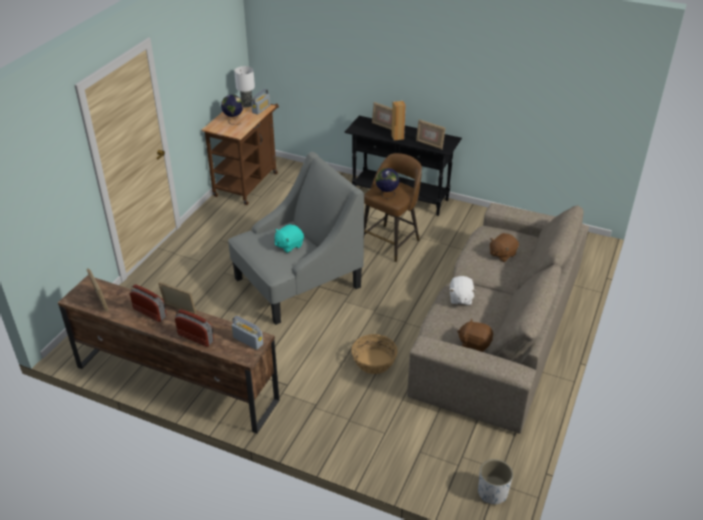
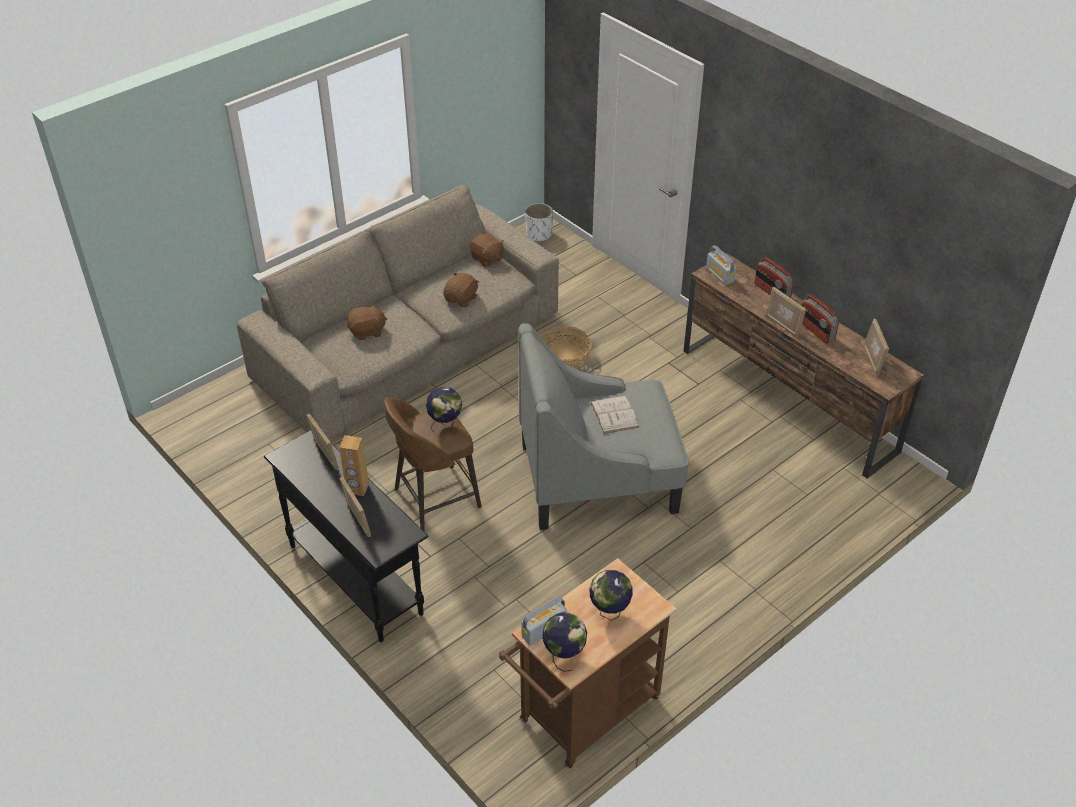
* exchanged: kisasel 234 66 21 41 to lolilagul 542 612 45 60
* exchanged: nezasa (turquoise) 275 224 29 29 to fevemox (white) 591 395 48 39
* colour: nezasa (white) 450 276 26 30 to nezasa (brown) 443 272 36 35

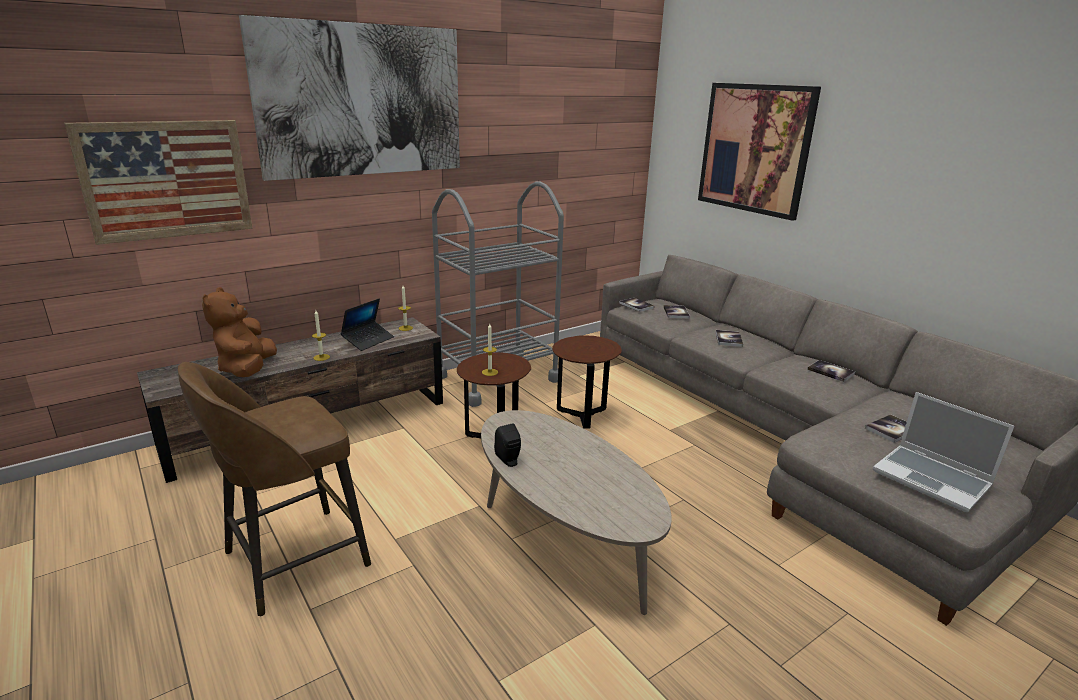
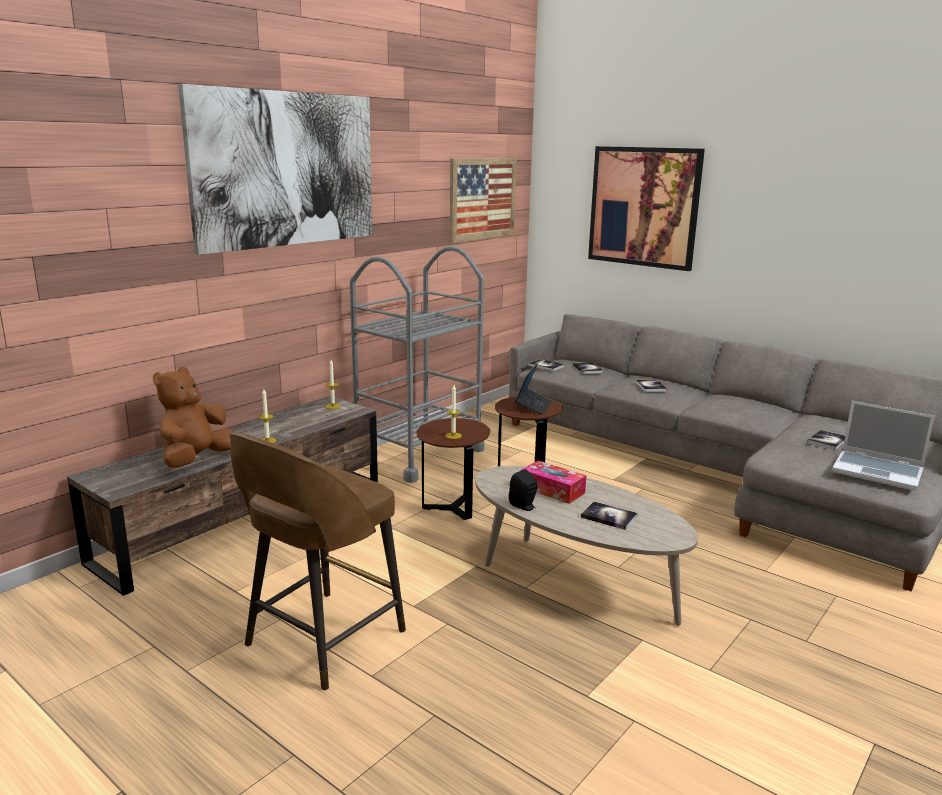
* relocated: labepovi 64 120 189 125 to 450 158 67 85
* spun: nezasa (brown) 202 287 75 90 = 153 367 80 101 45 degrees clockwise
* relocated: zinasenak 340 298 54 53 to 515 364 37 51
* relocated: fevemox 807 360 48 22 to 581 501 57 29
* appeared: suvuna 521 460 65 44

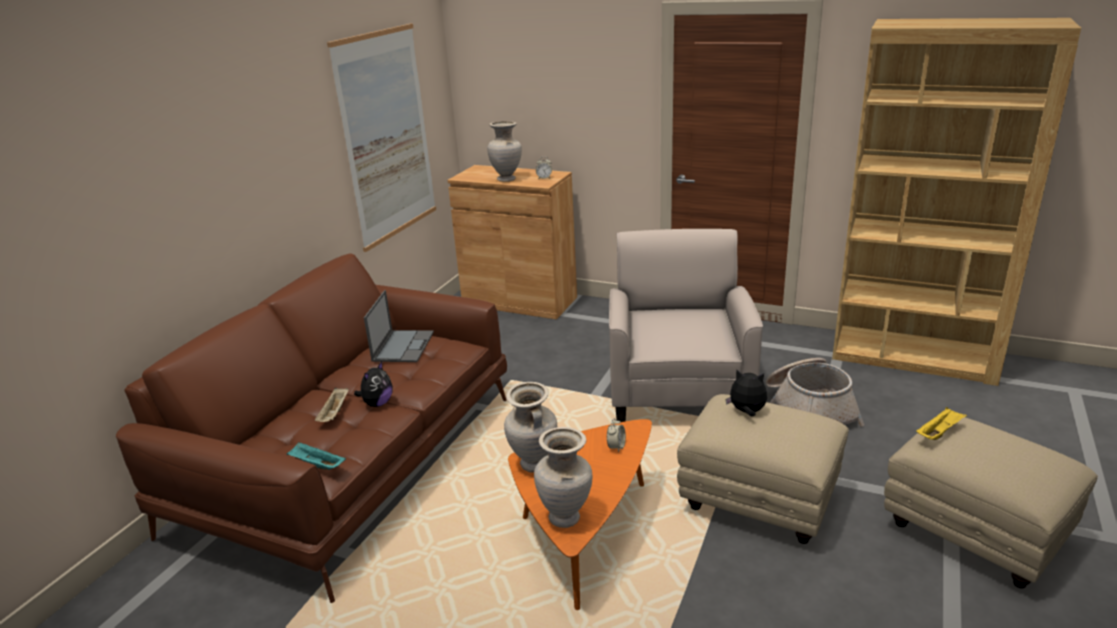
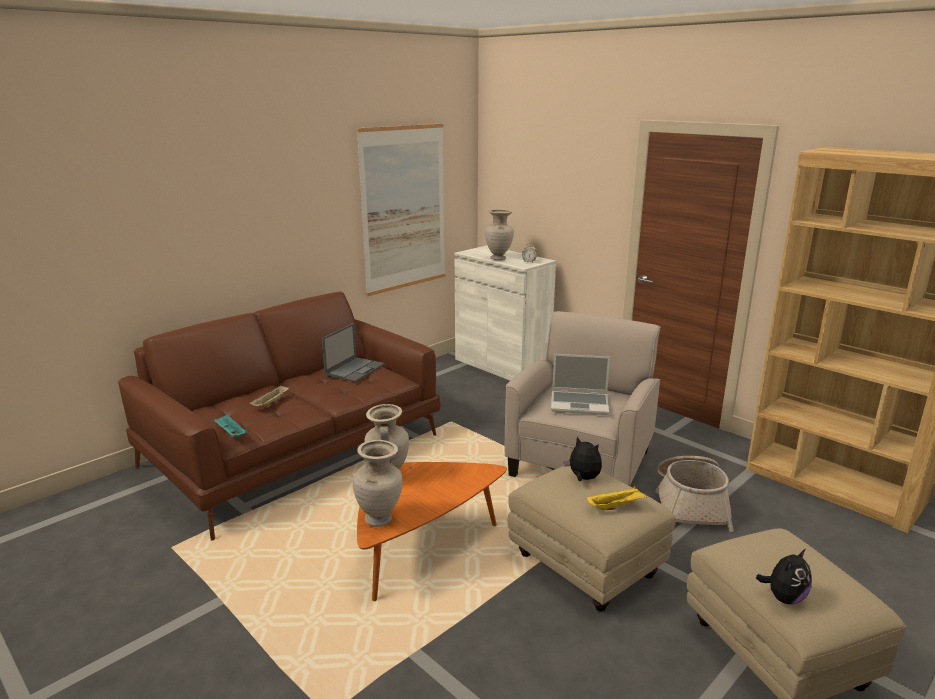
* colour: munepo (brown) 448 165 129 155 to munepo (white) 455 246 101 135
* relocated: nezasa 354 361 39 46 to 756 549 56 56
* relocated: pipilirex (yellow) 916 407 51 33 to 586 486 61 24
* missing: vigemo 607 418 19 34
* appeared: zinasenak 551 354 59 61

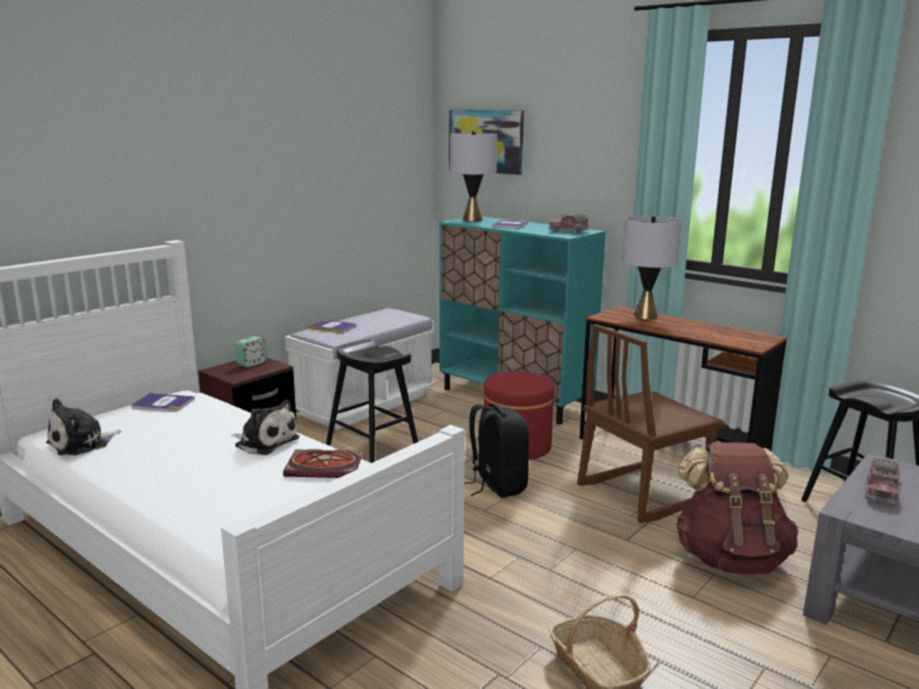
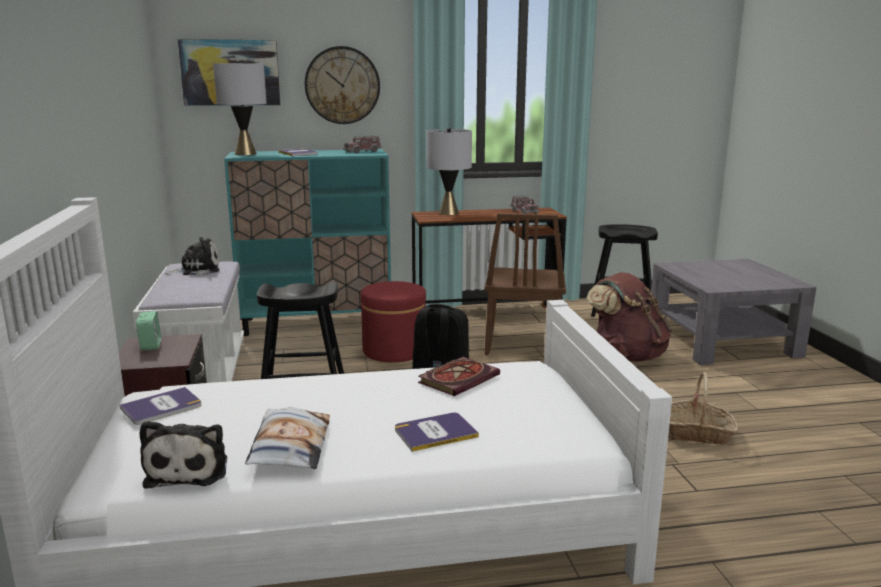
* relocated: fevemox 308 319 49 14 to 395 413 84 39
* relocated: nezasa 231 400 69 55 to 165 237 54 38
* relocated: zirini 865 458 37 47 to 510 195 30 19
* appeared: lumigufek 305 46 75 78
* appeared: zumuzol 245 407 85 62

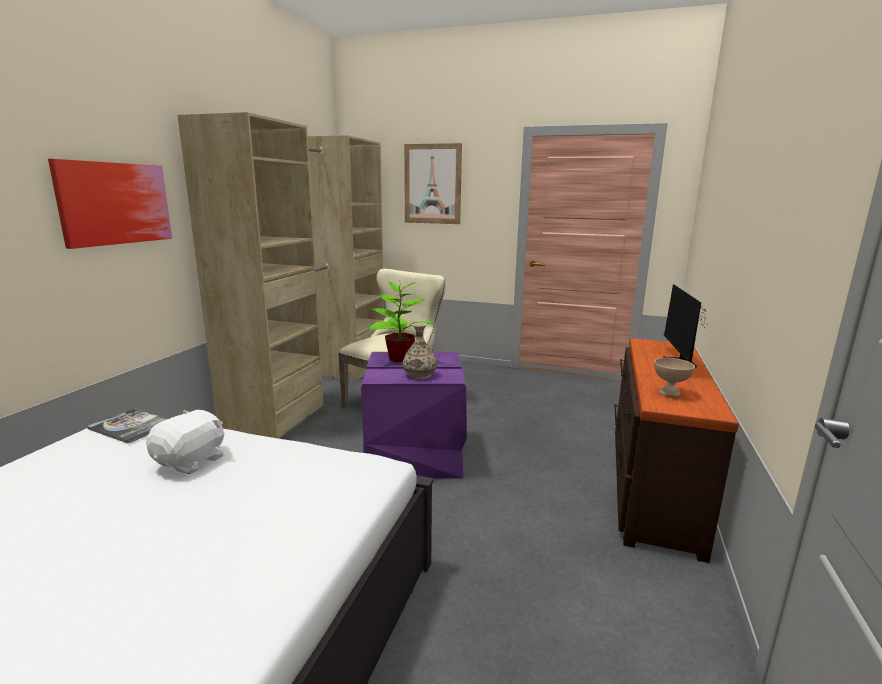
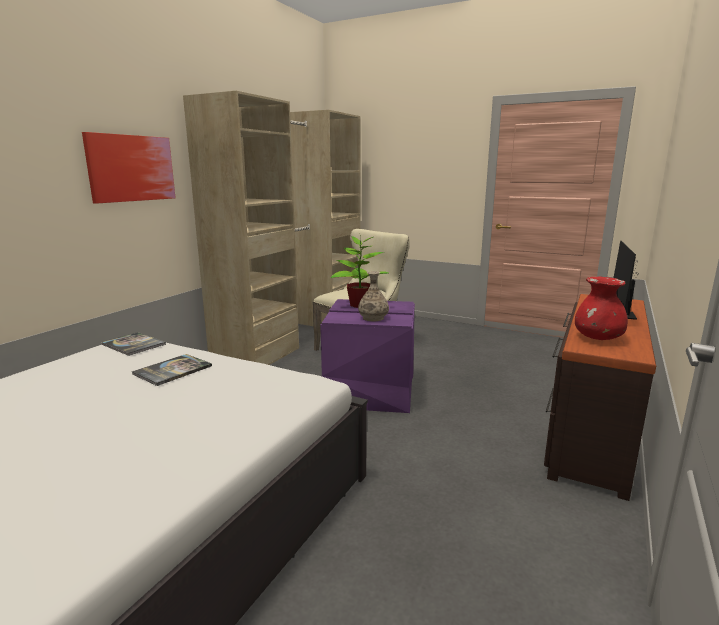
* missing: labepovi 404 143 58 81
* exchanged: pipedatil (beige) 654 358 41 39 to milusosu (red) 575 276 53 64
* exchanged: nezasa (white) 146 410 78 64 to fevemox 132 354 80 32

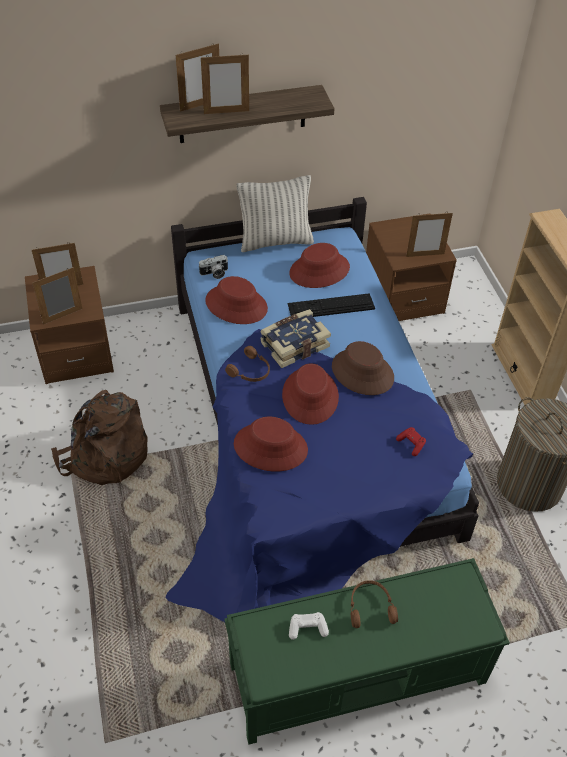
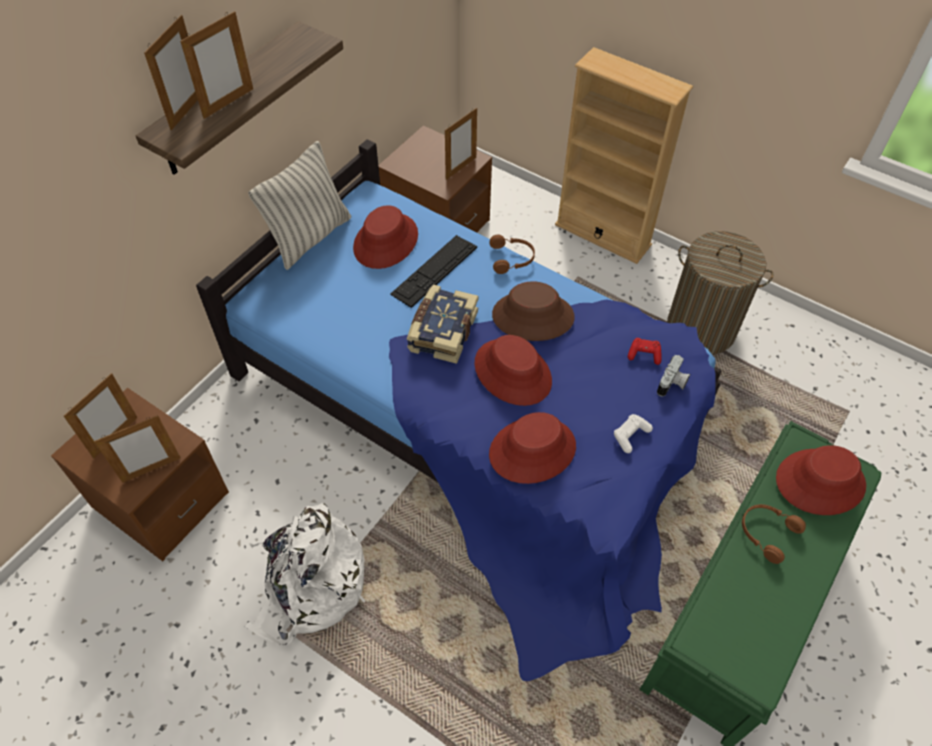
* relocated: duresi 198 255 31 24 to 657 355 33 42
* spun: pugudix 32 267 50 57 = 94 415 87 68 135 degrees counterclockwise
* relocated: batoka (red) 205 276 63 48 to 776 445 90 70
* relocated: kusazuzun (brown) 225 346 45 36 to 489 234 46 40
* colour: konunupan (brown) 51 390 97 95 to konunupan (white) 244 503 121 143
* relocated: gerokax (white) 289 612 40 28 to 614 414 39 39

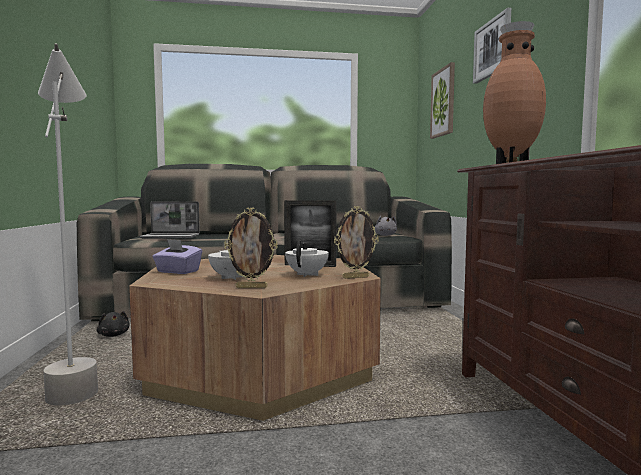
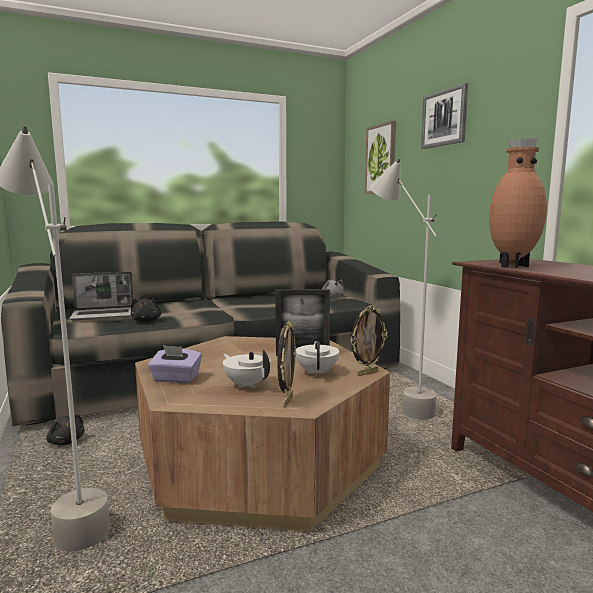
* spun: pugudix 224 207 54 81 = 277 322 19 85 60 degrees counterclockwise
* appeared: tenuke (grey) 370 158 67 262
* appeared: nezasa (black) 131 298 31 24

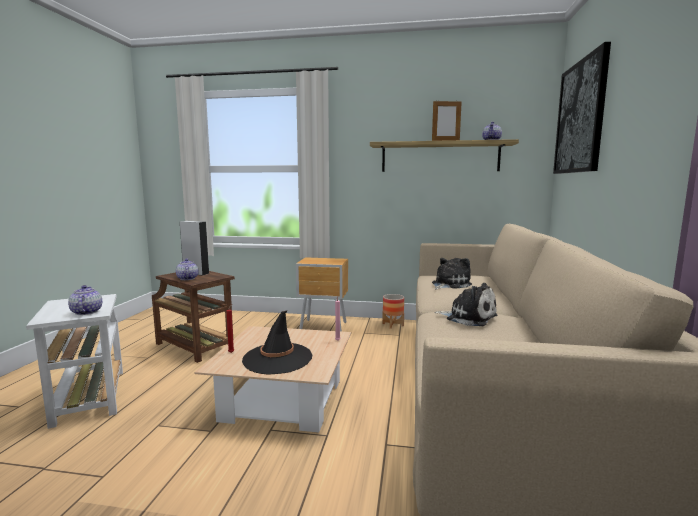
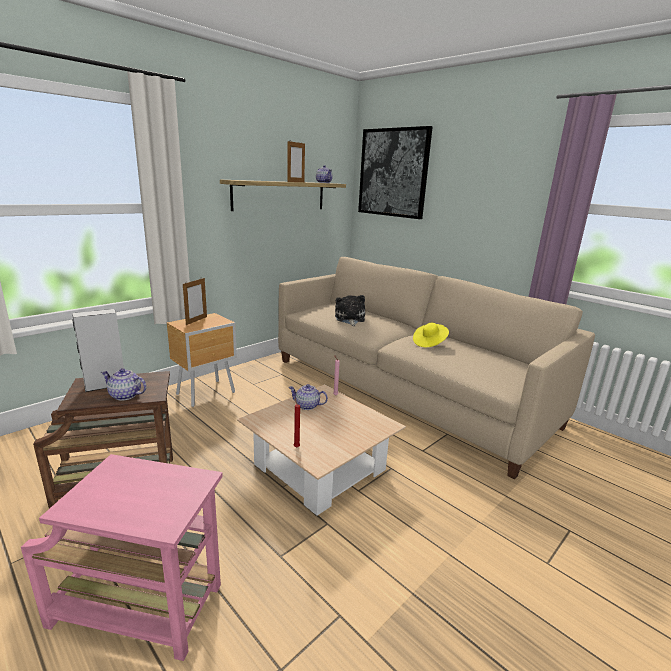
* exchanged: nezasa 434 283 63 43 to batoka (yellow) 413 323 36 24
* relocated: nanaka 68 285 34 30 to 288 384 40 26
* colour: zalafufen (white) 26 294 97 135 to zalafufen (pink) 21 454 202 207
* missing: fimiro 382 294 22 35
* missing: batoka (black) 242 310 70 65
* appeared: pugudix 183 278 24 47

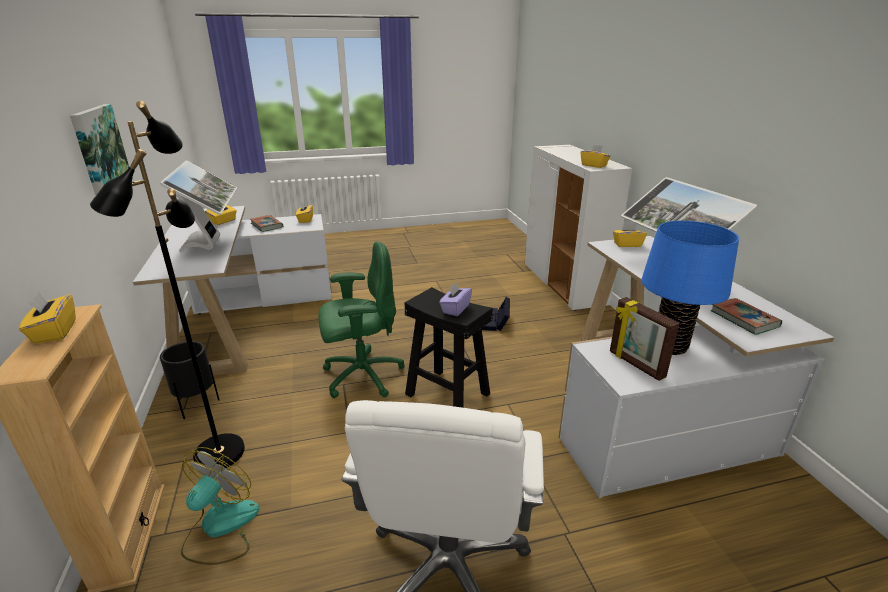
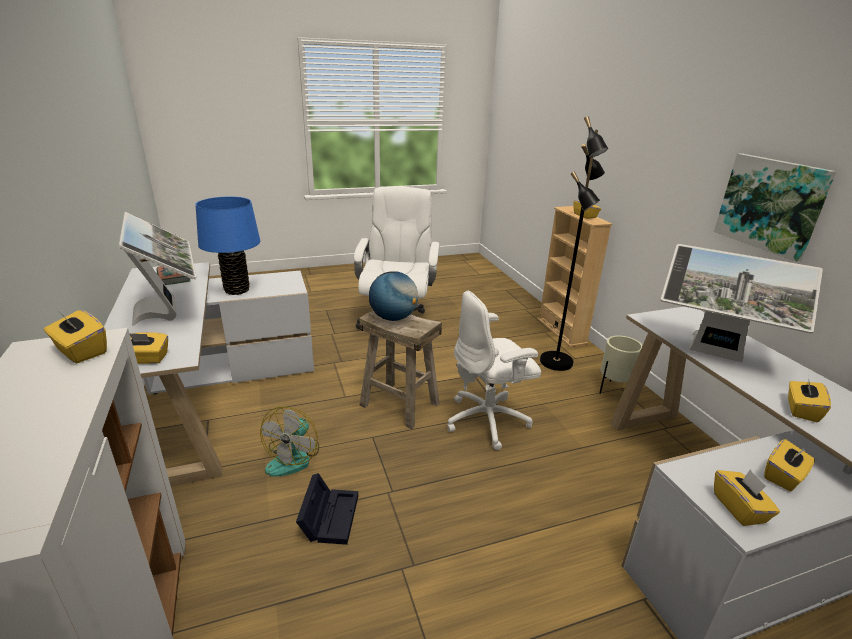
* spun: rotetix 160 160 77 92 = 661 244 162 118 45 degrees counterclockwise
* exchanged: fevemox 250 215 33 17 to suvuna (yellow) 764 439 51 52
* colour: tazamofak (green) 318 241 86 157 to tazamofak (white) 447 291 94 159
* exchanged: suvuna (purple) 439 282 33 34 to lolilagul 369 271 49 50
* colour: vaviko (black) 405 287 88 121 to vaviko (beige) 359 310 83 119
* missing: pugudix 610 297 70 84
* colour: fimiro (black) 160 341 59 78 to fimiro (beige) 600 336 43 58
* relocated: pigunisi 181 447 78 118 to 260 407 59 70

